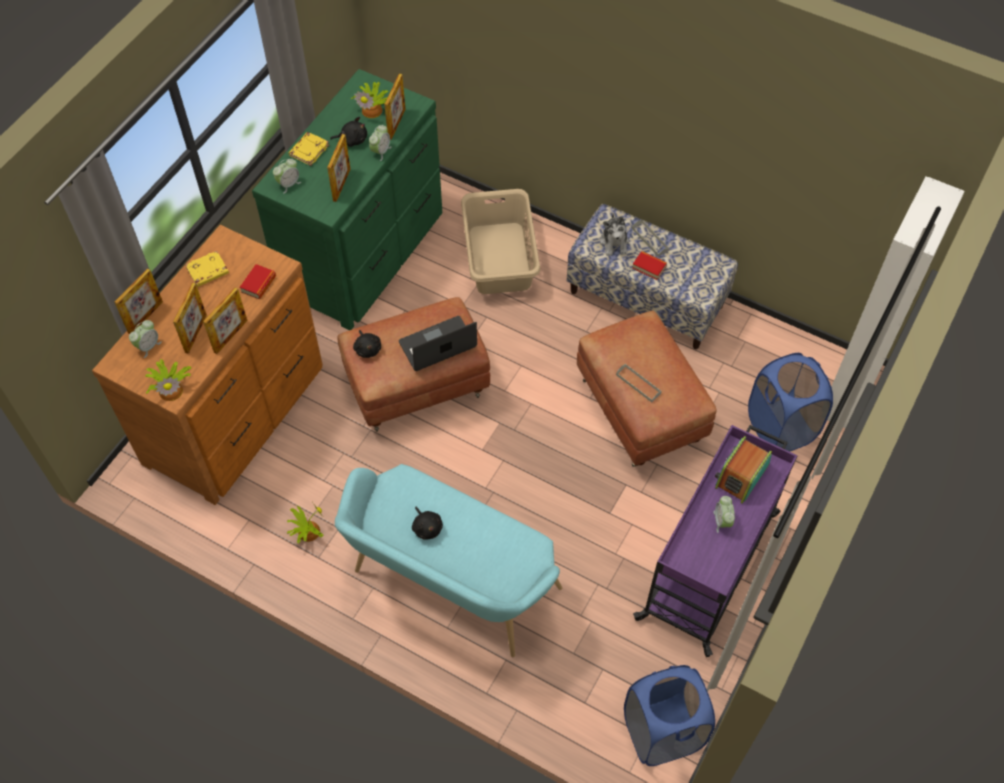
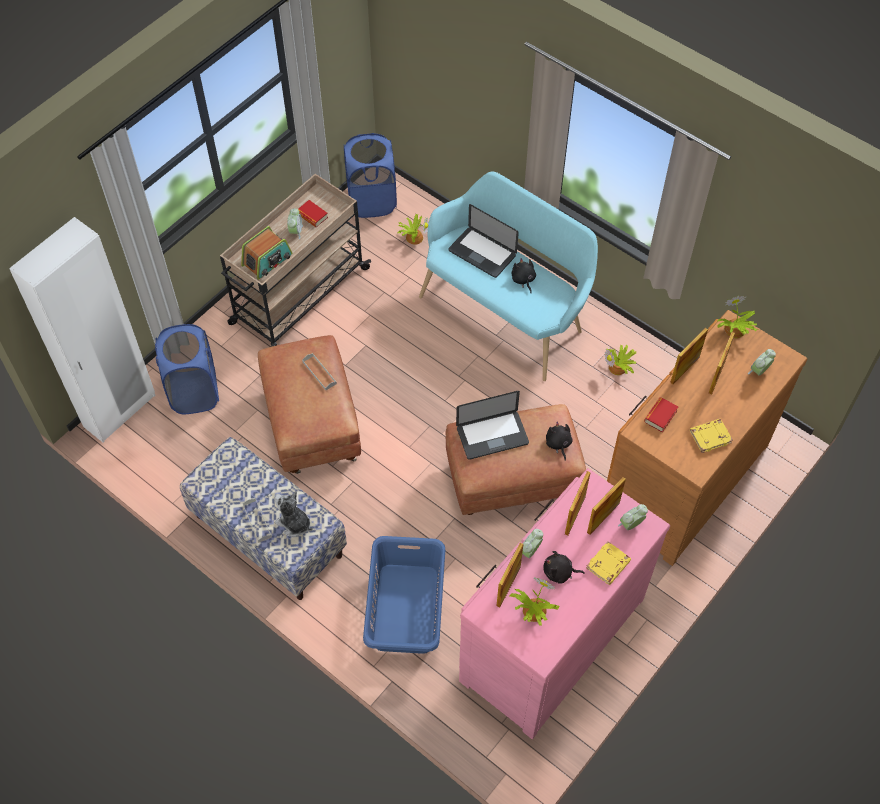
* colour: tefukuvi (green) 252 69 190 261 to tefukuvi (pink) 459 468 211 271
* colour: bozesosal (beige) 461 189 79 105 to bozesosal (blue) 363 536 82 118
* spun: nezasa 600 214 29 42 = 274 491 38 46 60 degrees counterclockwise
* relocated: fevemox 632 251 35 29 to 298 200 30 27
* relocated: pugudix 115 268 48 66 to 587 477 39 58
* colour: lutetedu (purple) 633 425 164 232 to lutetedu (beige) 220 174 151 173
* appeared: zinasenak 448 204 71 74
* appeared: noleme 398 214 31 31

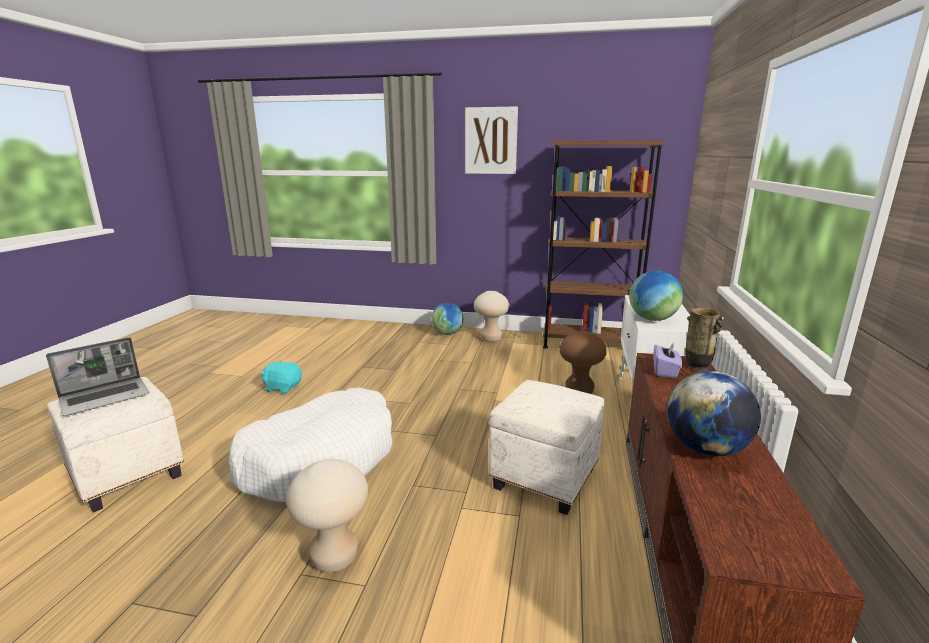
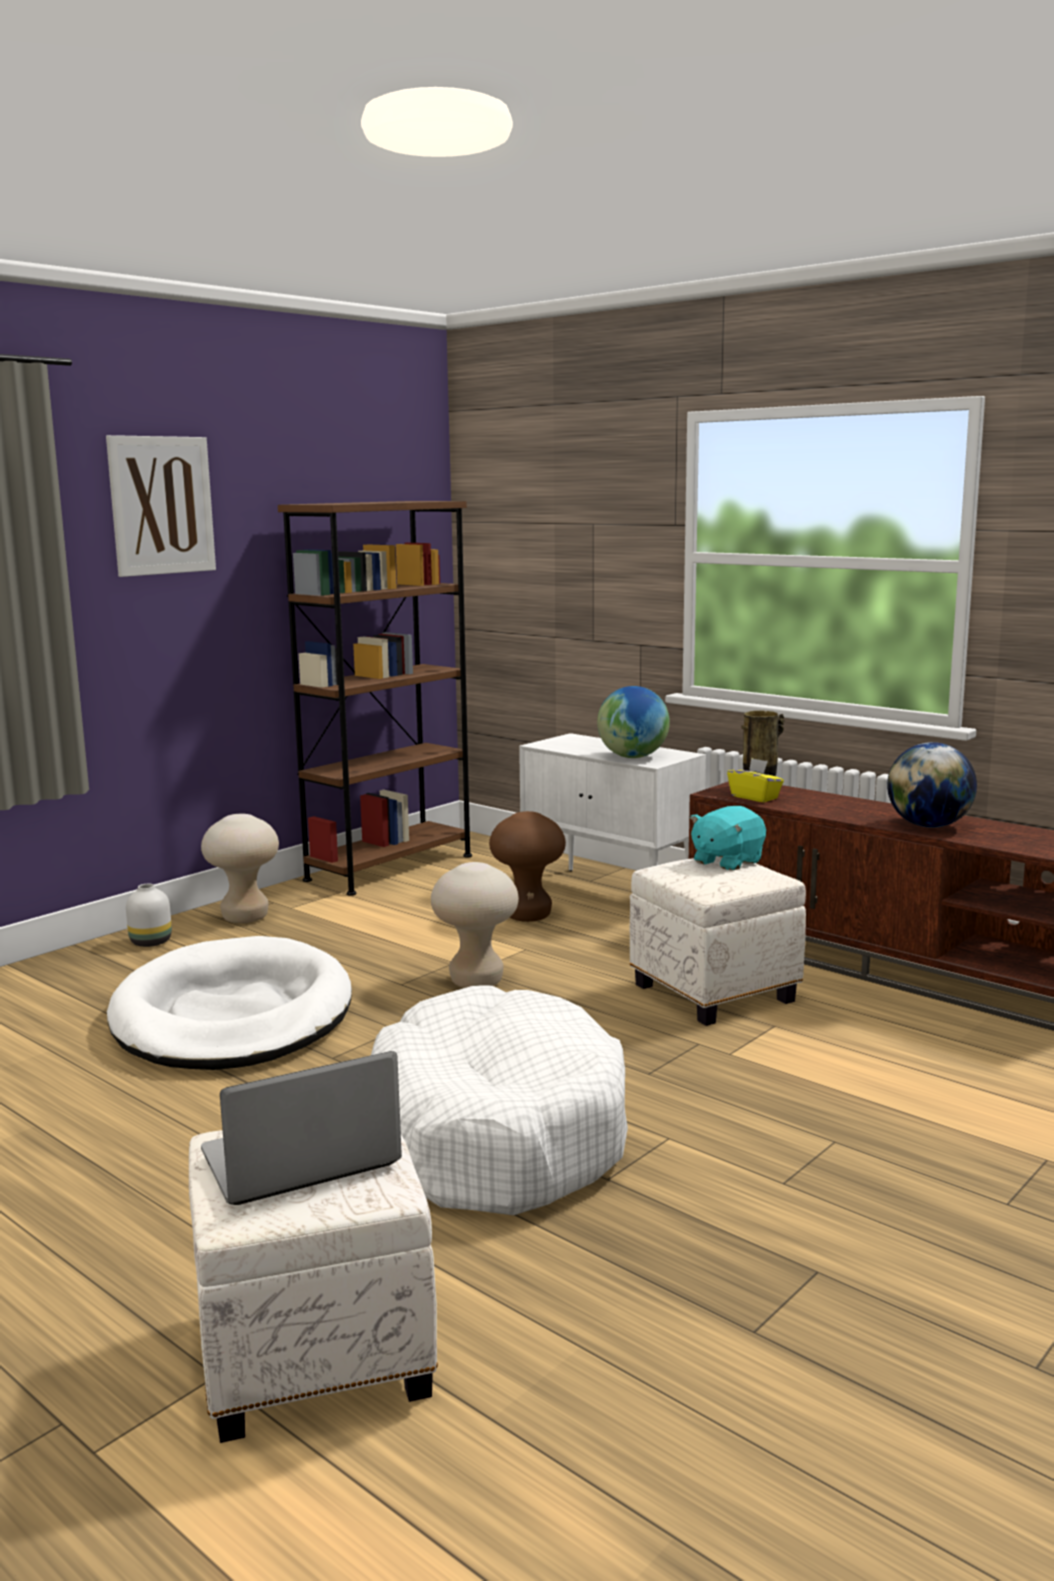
* exchanged: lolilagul 431 303 32 32 to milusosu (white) 126 884 46 63
* spun: zinasenak 46 337 104 79 = 201 1051 201 154 105 degrees counterclockwise
* colour: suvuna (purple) 653 341 29 37 to suvuna (yellow) 727 758 57 44
* relocated: nezasa (turquoise) 261 360 41 34 to 690 806 76 65
* relocated: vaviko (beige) 286 459 82 114 to 431 862 88 126
* appeared: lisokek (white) 107 936 245 134

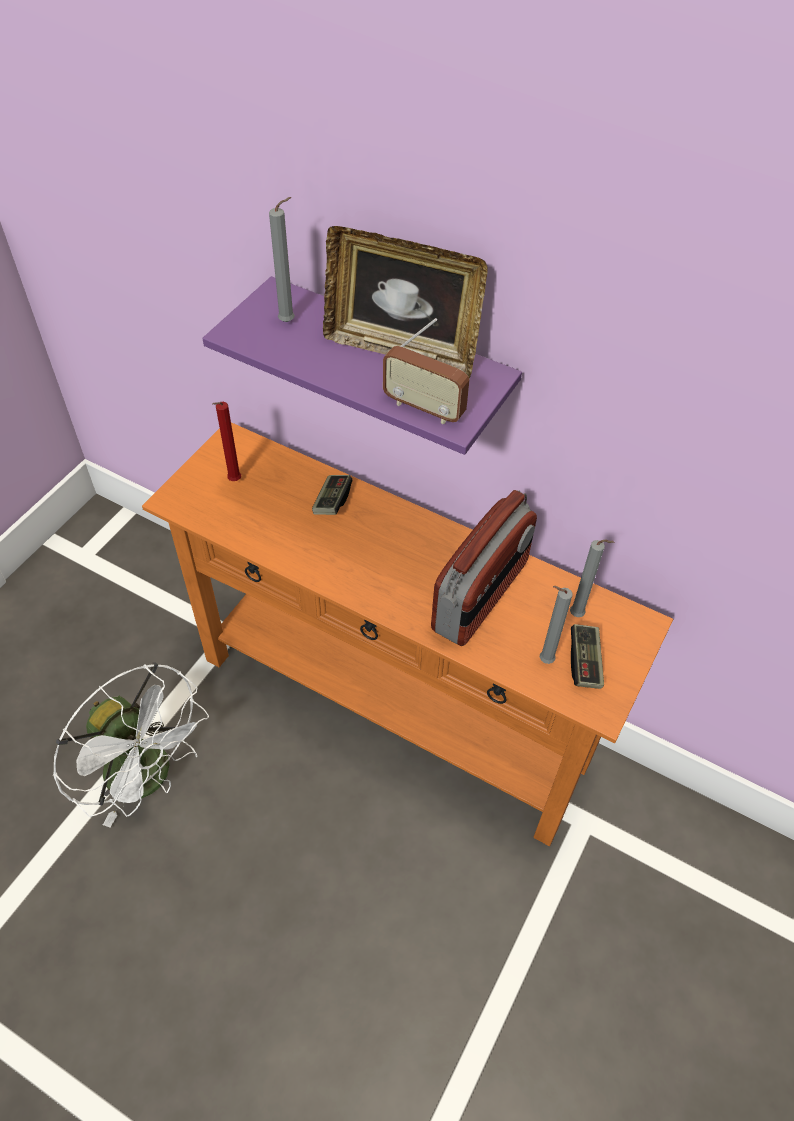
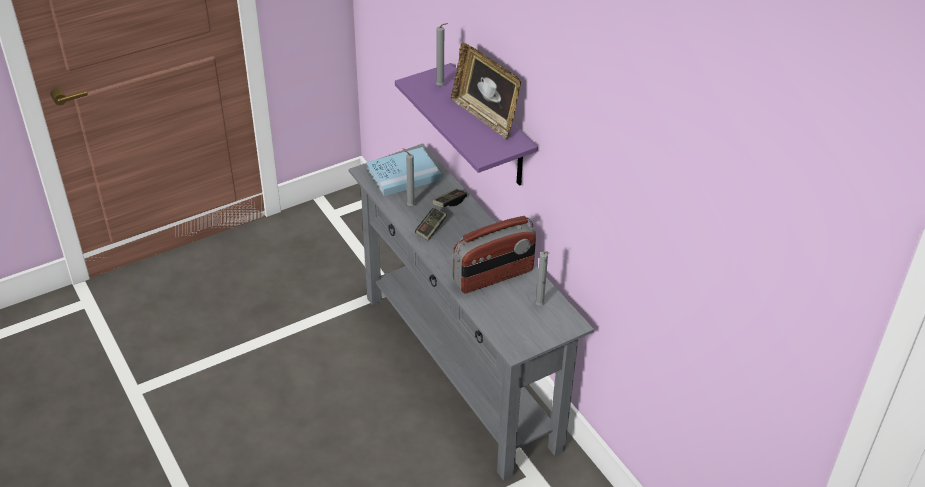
* missing: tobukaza 383 318 87 106
* exchanged: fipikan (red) 212 402 29 79 to fevemox (blue) 366 147 75 49
* colour: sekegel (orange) 142 422 531 424 to sekegel (grey) 349 144 245 337
* relocated: fipikan (grey) 540 586 33 78 to 403 148 12 58
* relocated: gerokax 571 624 33 65 to 415 207 32 34
* missing: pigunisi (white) 53 663 156 165

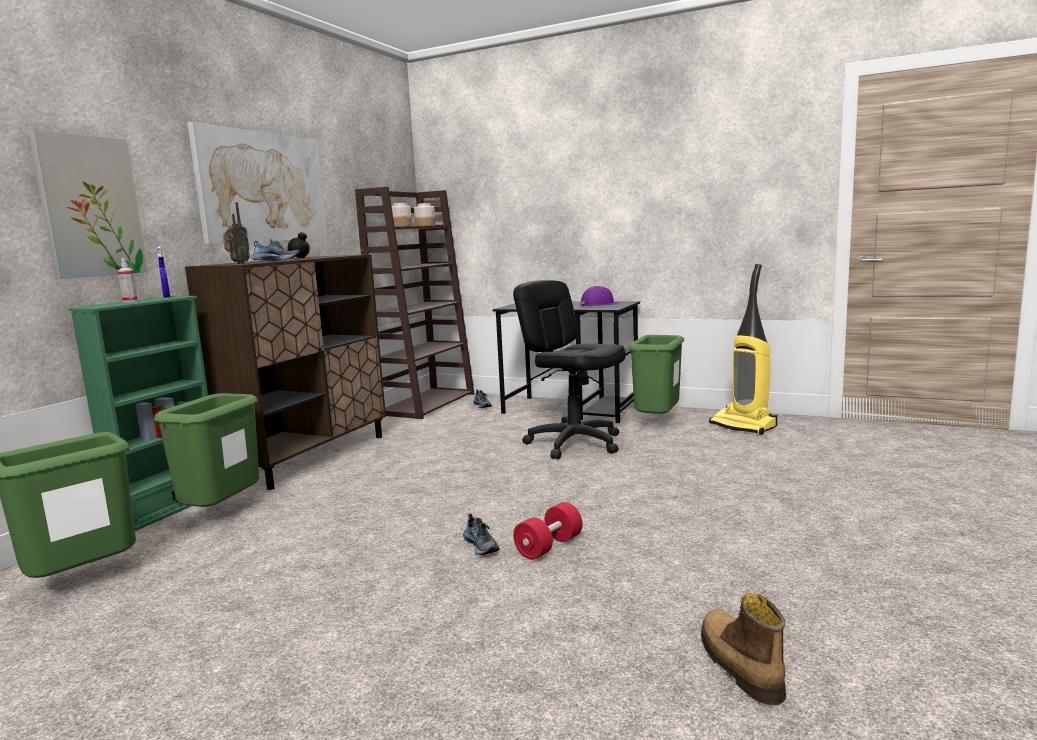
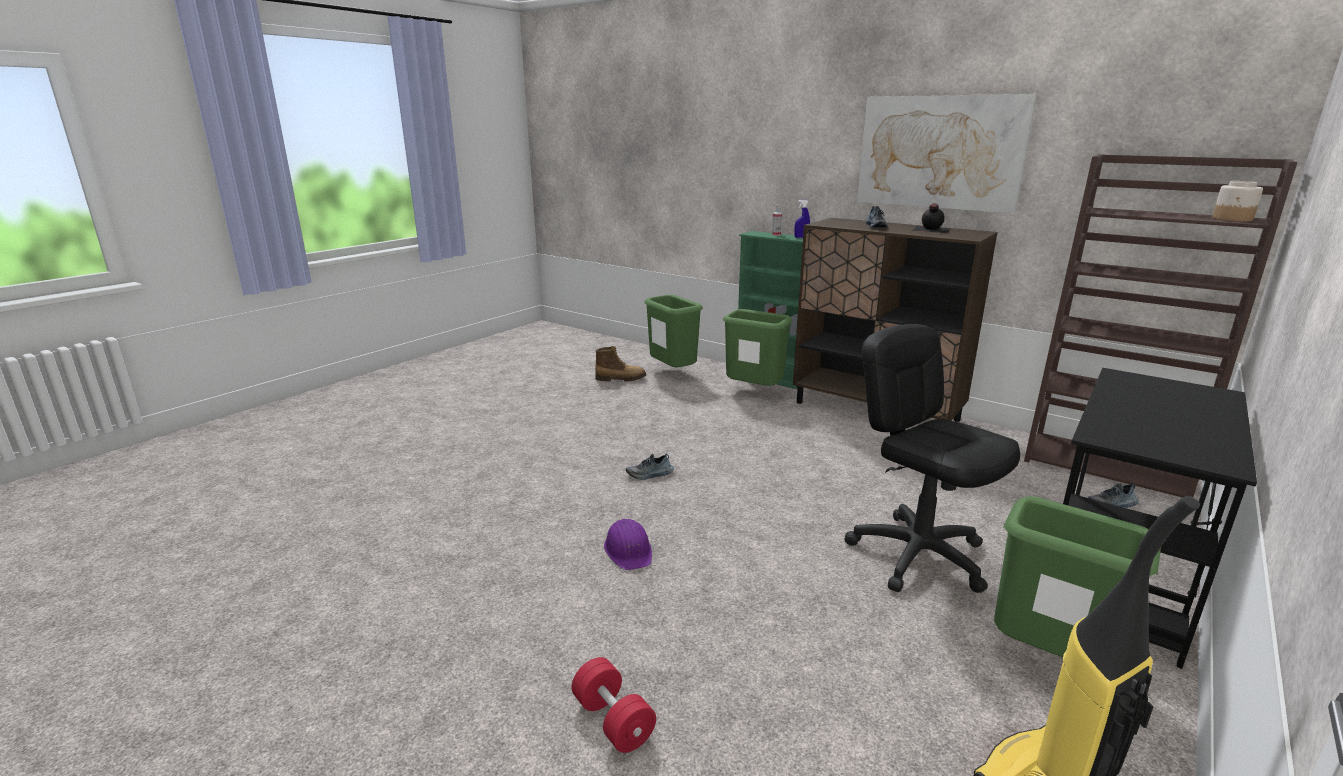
* missing: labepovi 28 130 120 149
* missing: tobukaza 223 202 27 62
* missing: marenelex 392 203 20 24
* spun: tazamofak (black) 513 280 113 179 = 844 324 176 269 90 degrees counterclockwise
* relocated: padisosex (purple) 580 286 40 21 to 604 519 48 51
* relocated: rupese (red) 513 502 69 58 to 572 657 84 96
* relocated: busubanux 701 593 85 112 to 595 346 51 35

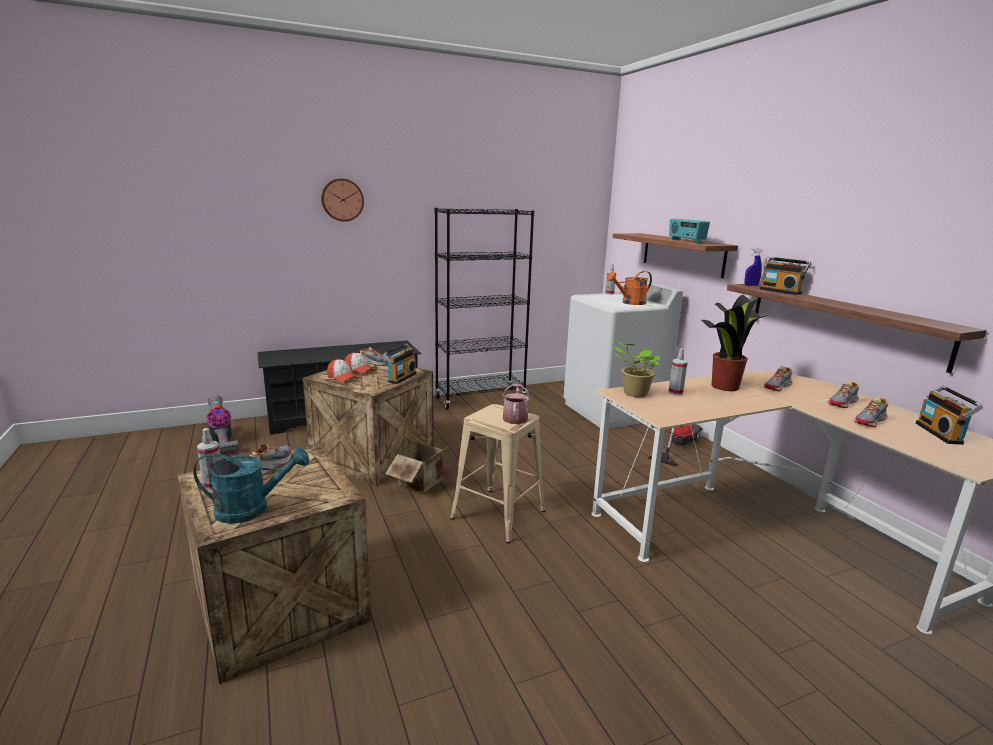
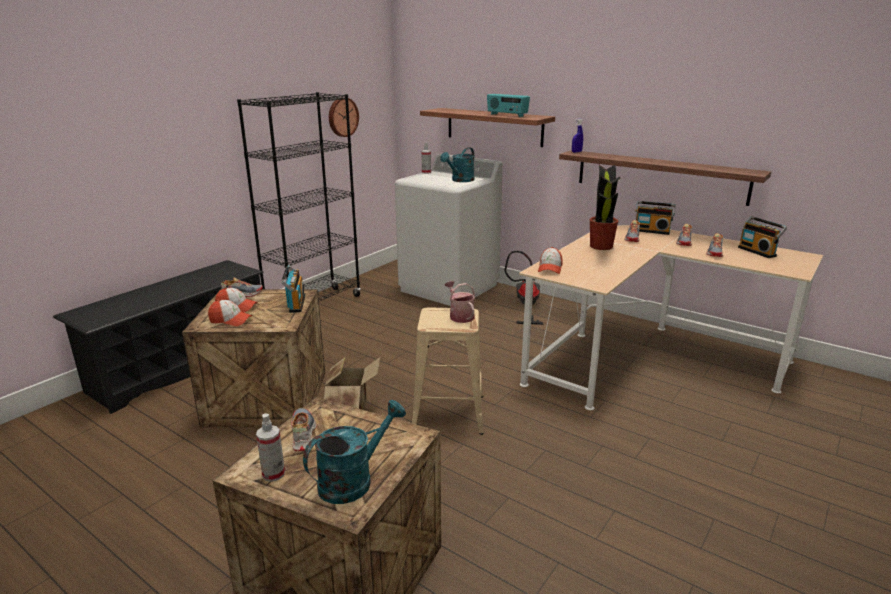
* relocated: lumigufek 321 178 43 44 to 329 97 30 40
* relocated: tobukaza 760 257 51 38 to 635 201 41 34
* colour: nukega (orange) 607 271 45 34 to nukega (turquoise) 440 147 34 35
* exchanged: noleme 613 339 47 58 to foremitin 538 247 25 27
* missing: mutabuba 669 348 19 47
* missing: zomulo 206 396 33 58

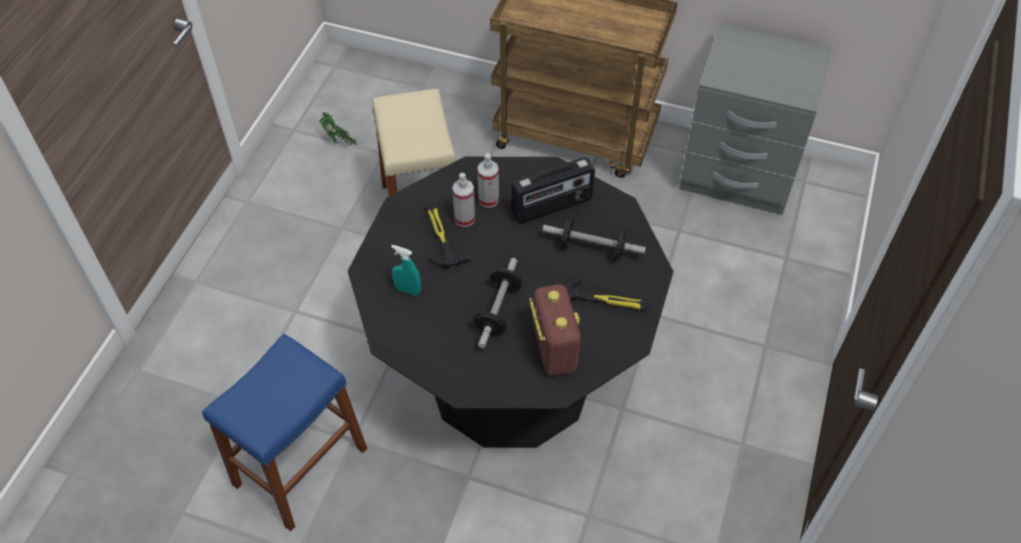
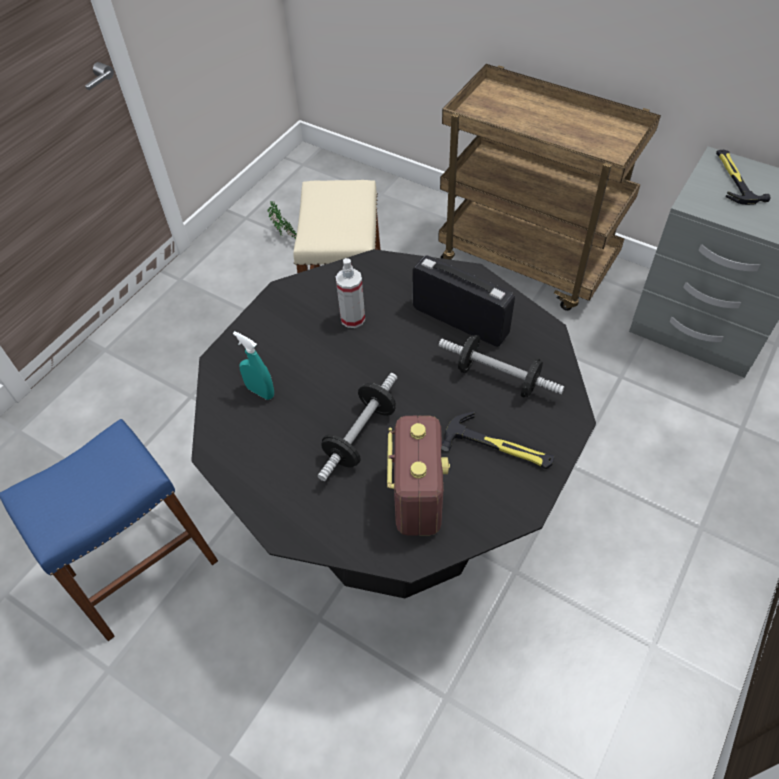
* missing: mutabuba 477 153 22 55
* spun: tobukaza 511 157 84 67 = 413 255 102 92 135 degrees counterclockwise
* relocated: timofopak 425 204 45 64 to 716 150 54 55

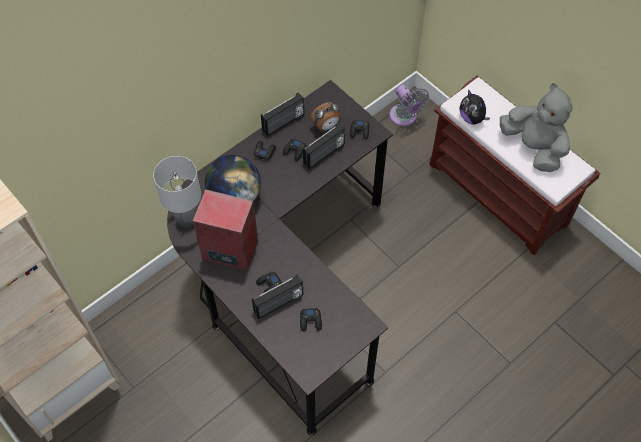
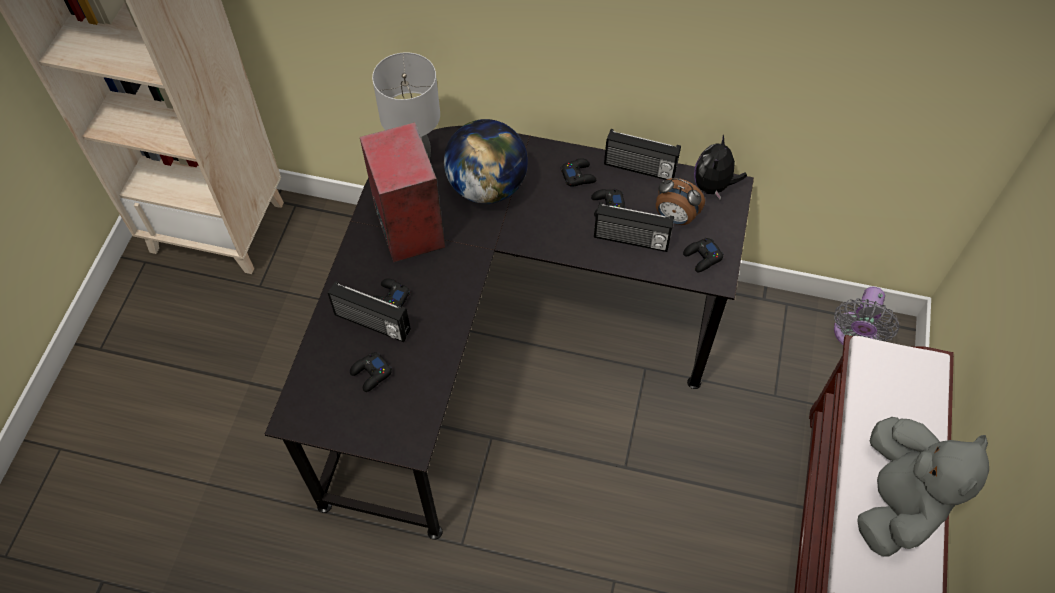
* relocated: nezasa 460 90 30 34 to 694 135 53 65

